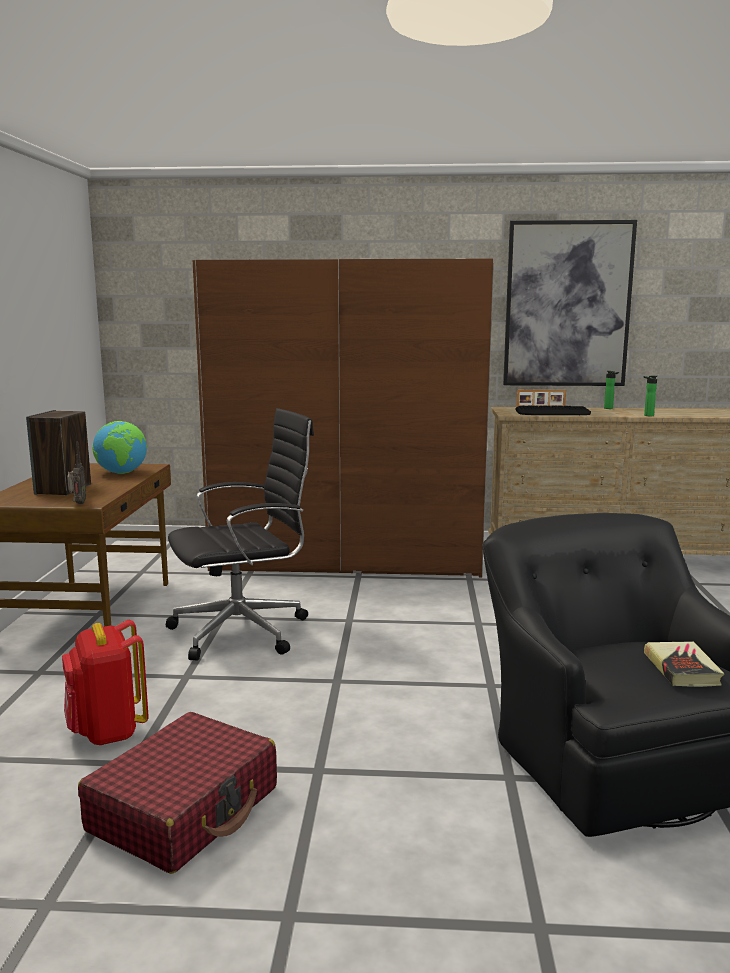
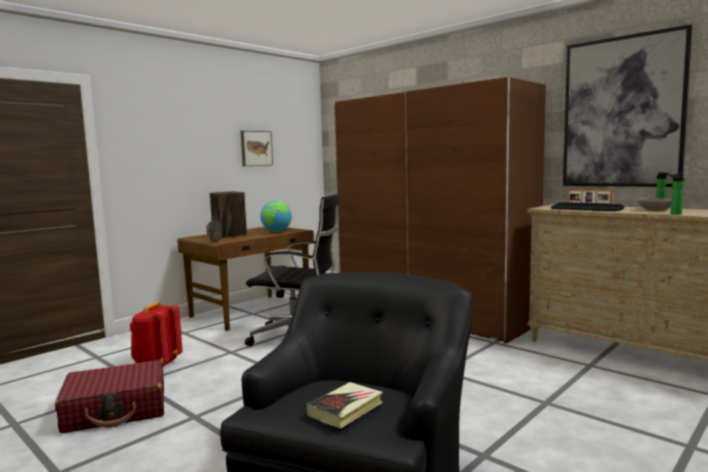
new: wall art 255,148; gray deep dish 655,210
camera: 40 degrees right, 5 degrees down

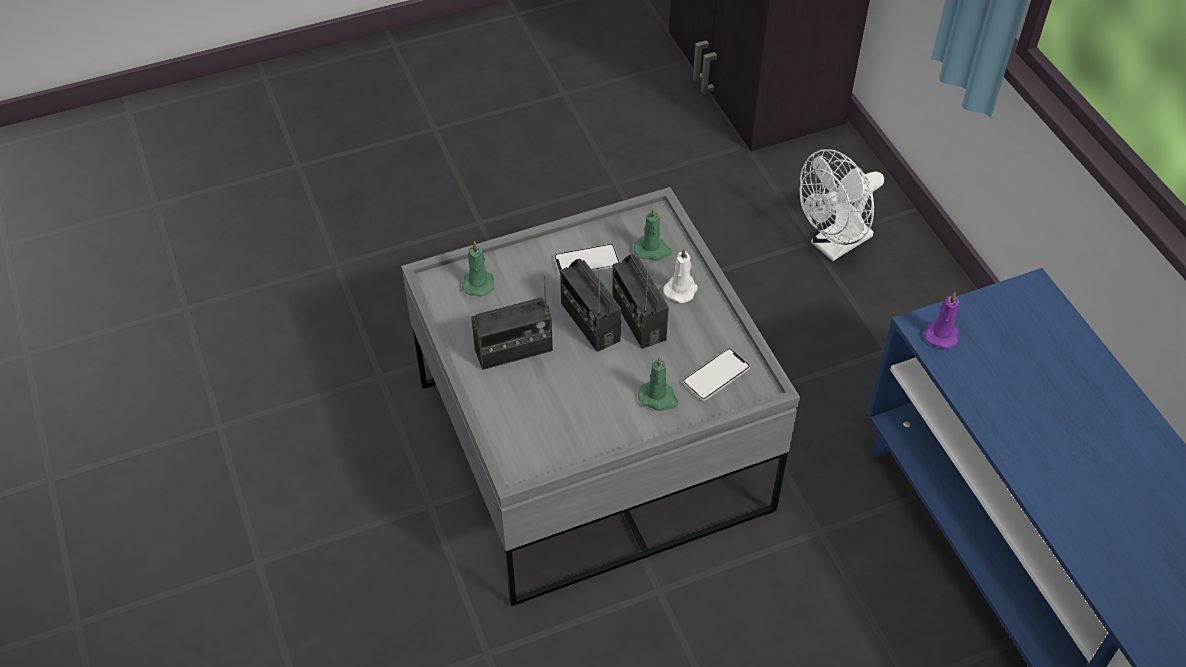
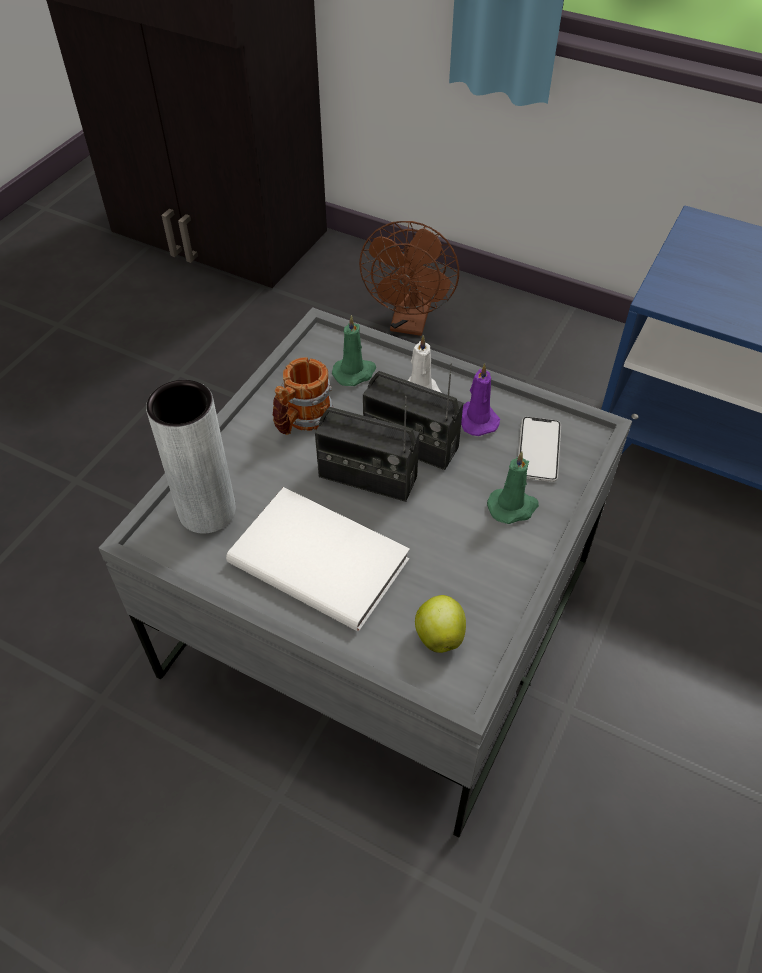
new: apple 439,635
shifted: purple-coloured wax light 941,333 to 476,419
swapped: green-coloured wax light 478,283 to gray vase 207,511; radio set 513,350 to white-coloured volume 319,557; handset 587,261 to tea mug 301,420
repainted: white-coloured fan 834,245 to brown fan 410,323
camera: 40 degrees left, 0 degrees up

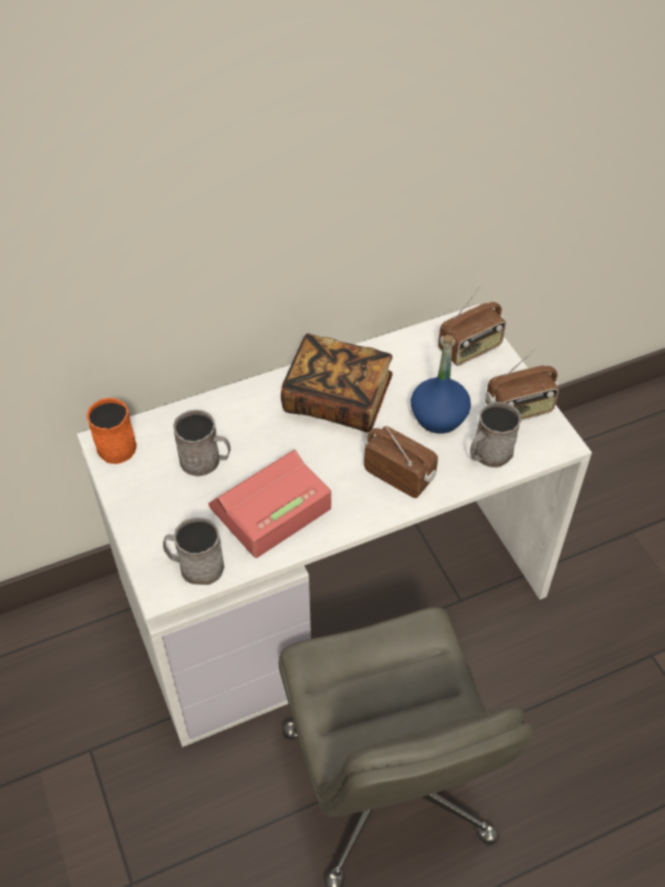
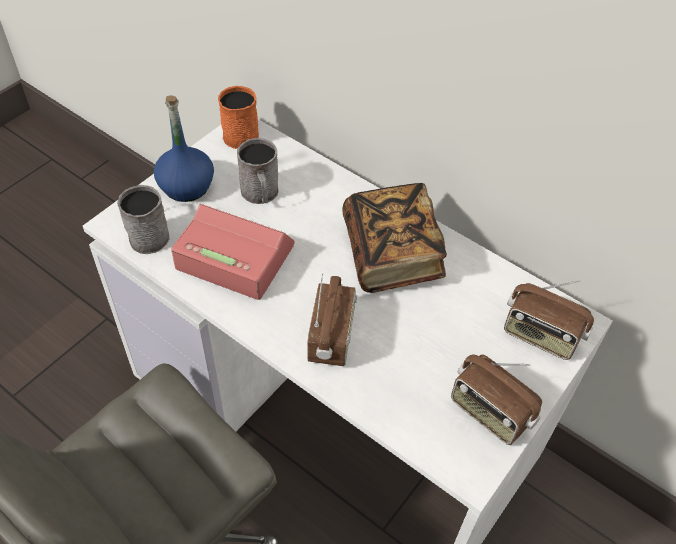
gone: gray tea mug 488,455
shifted: blue drink bottle 438,417 to 186,186
camera: 60 degrees right, 0 degrees up

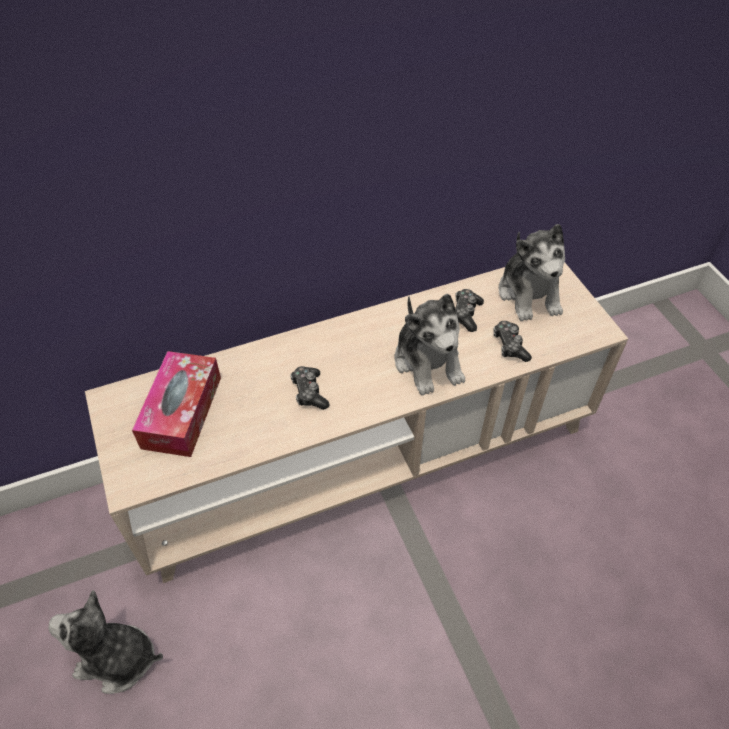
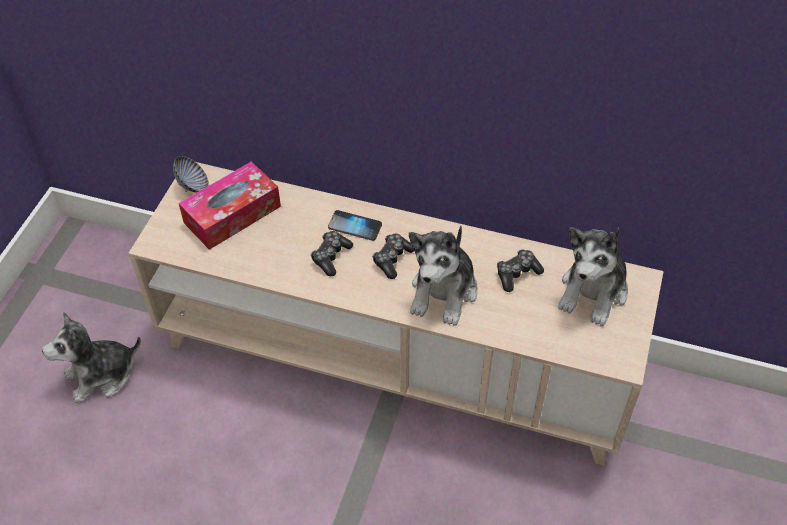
new: deep dish 193,185; handset 355,226
shifted: game controller 510,345 to 392,259
rotated: cuddly toy 117,659 = 101,375 75 degrees counterclockwise
camera: 40 degrees right, 0 degrees up

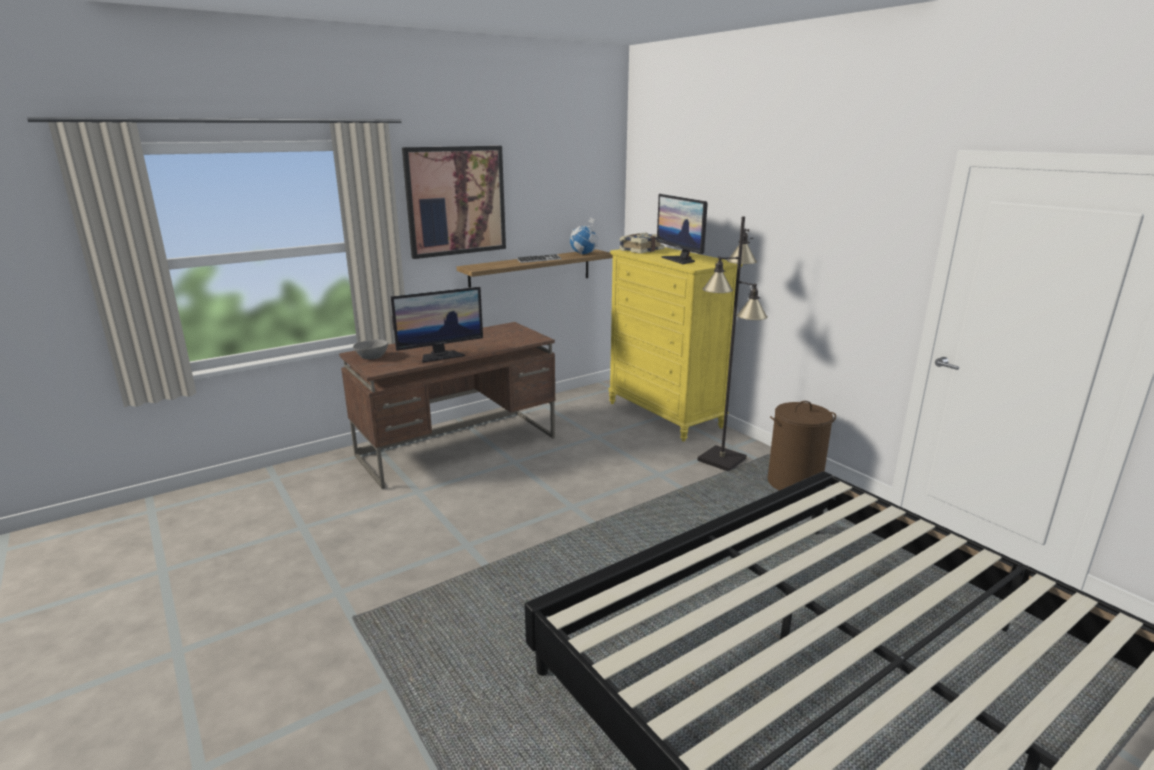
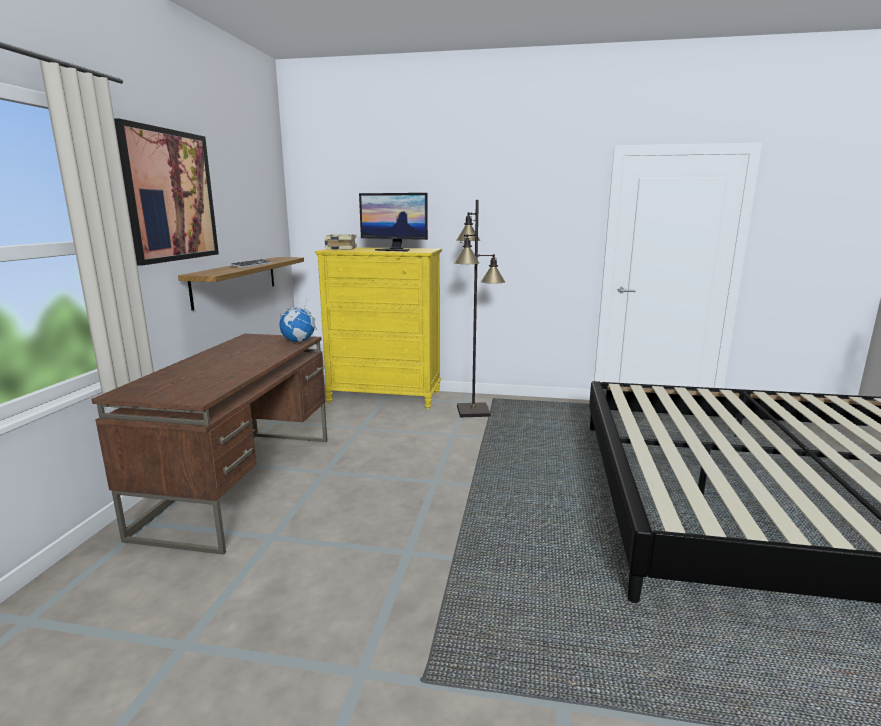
gone: gray deep dish 372,357; computer display 440,356; brown hamper 794,482
shifted: world globe 584,254 to 299,341
camera: 45 degrees left, 5 degrees down

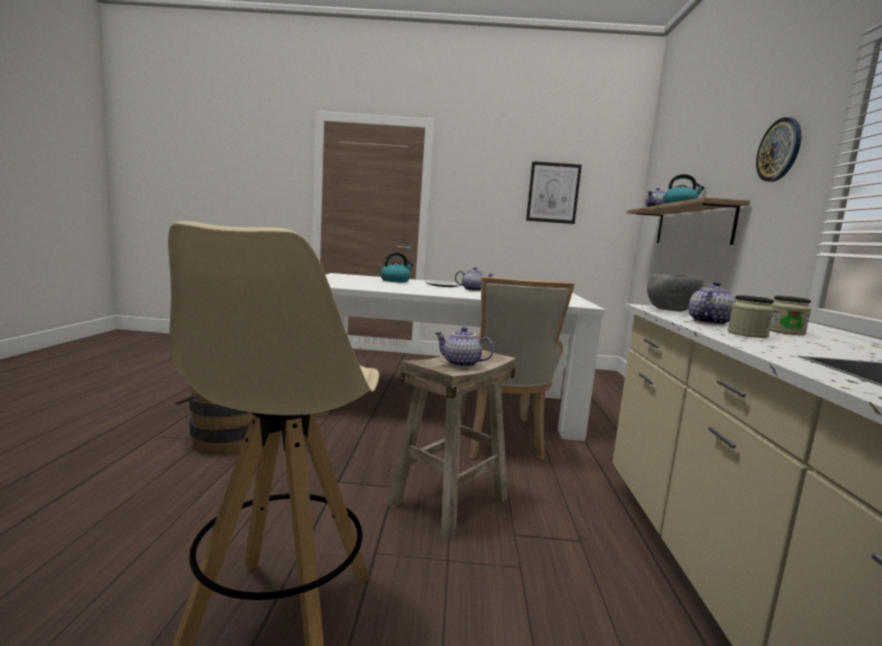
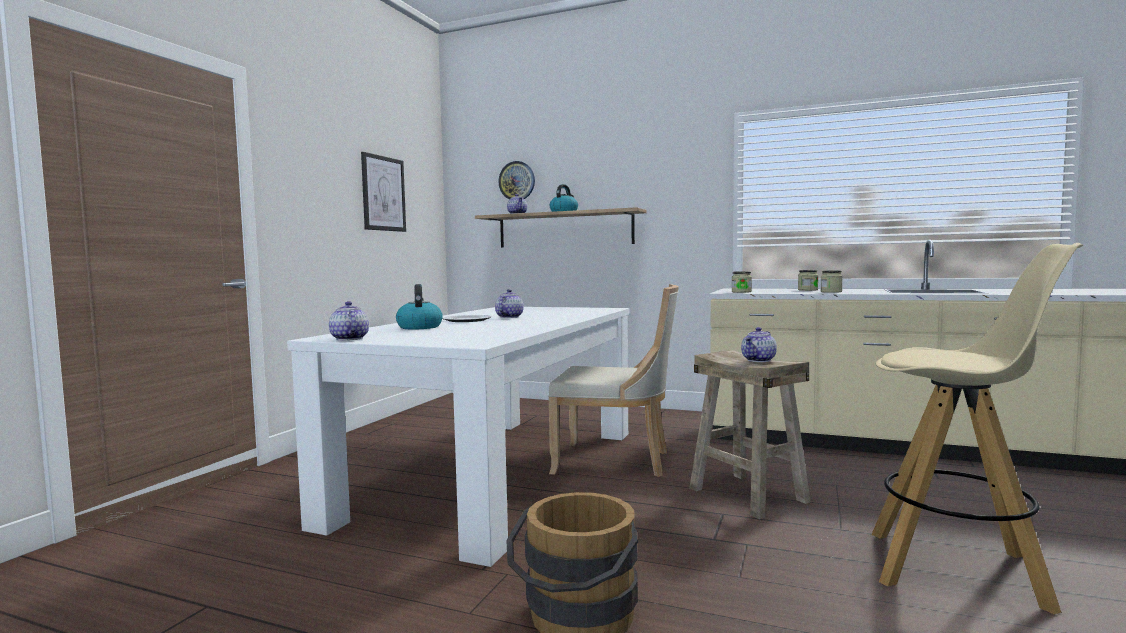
shifted: tea pot 708,322 to 348,339; clock on the wall 779,150 to 517,181
swapped: gray deep dish 671,311 to jar 741,292
camera: 70 degrees left, 5 degrees down

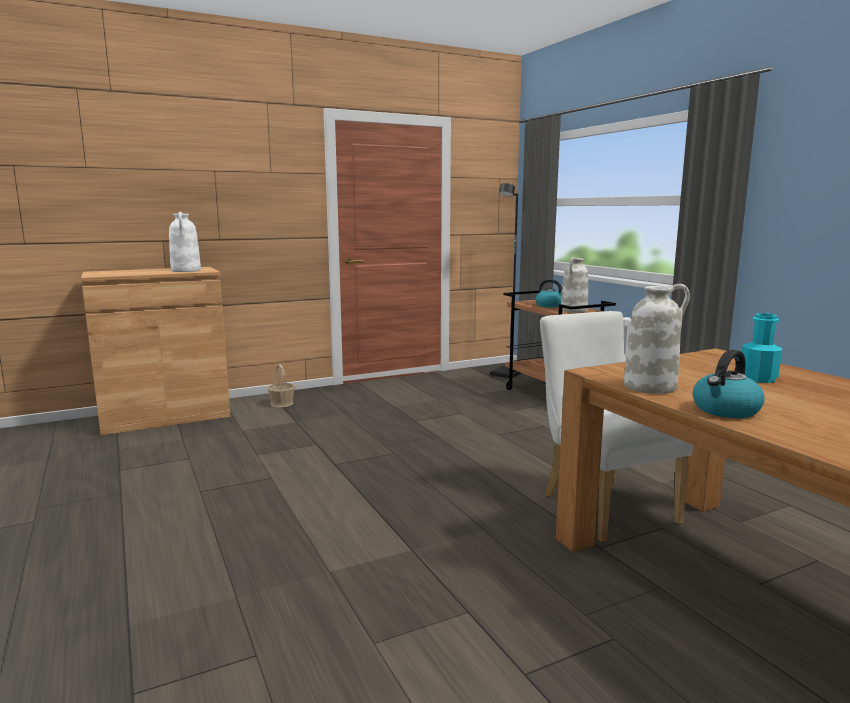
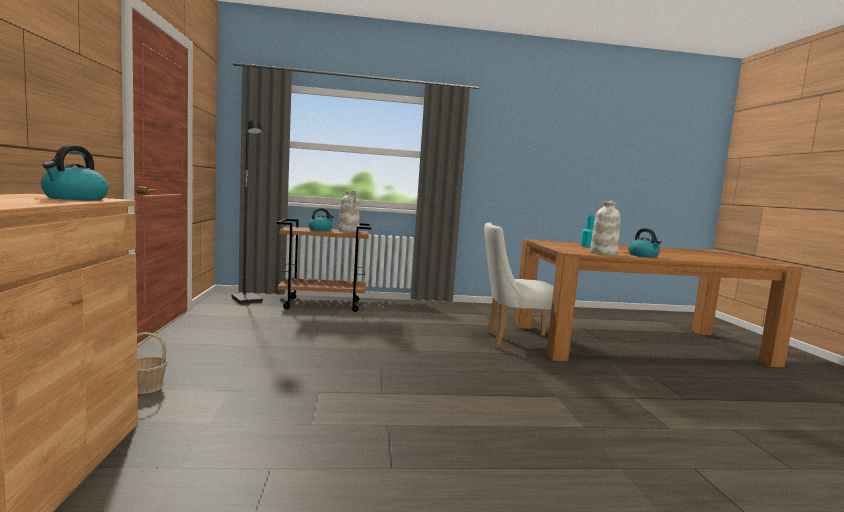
swapped: white-coloured vase 186,270 to tea kettle 75,198
camera: 70 degrees left, 5 degrees down

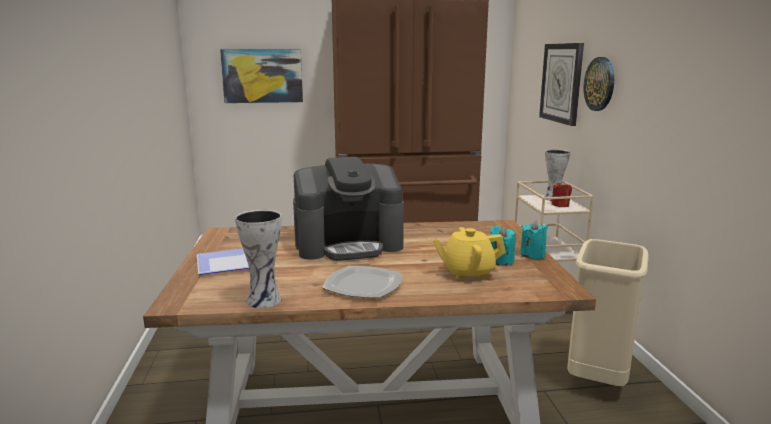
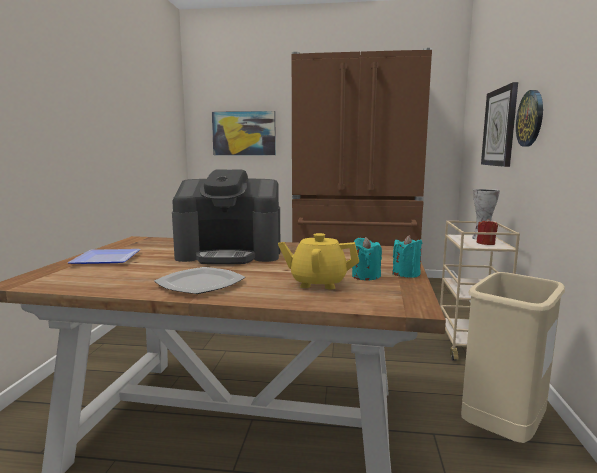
gone: vase 265,300
camera: 15 degrees right, 5 degrees down

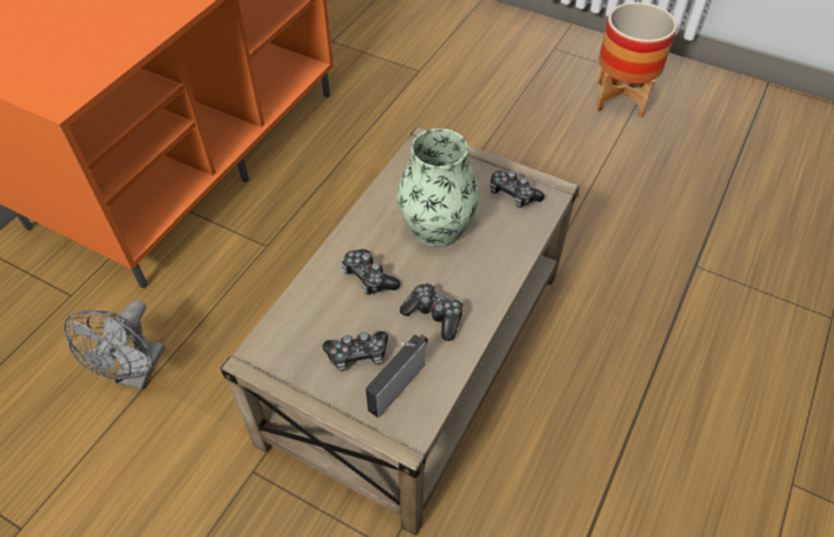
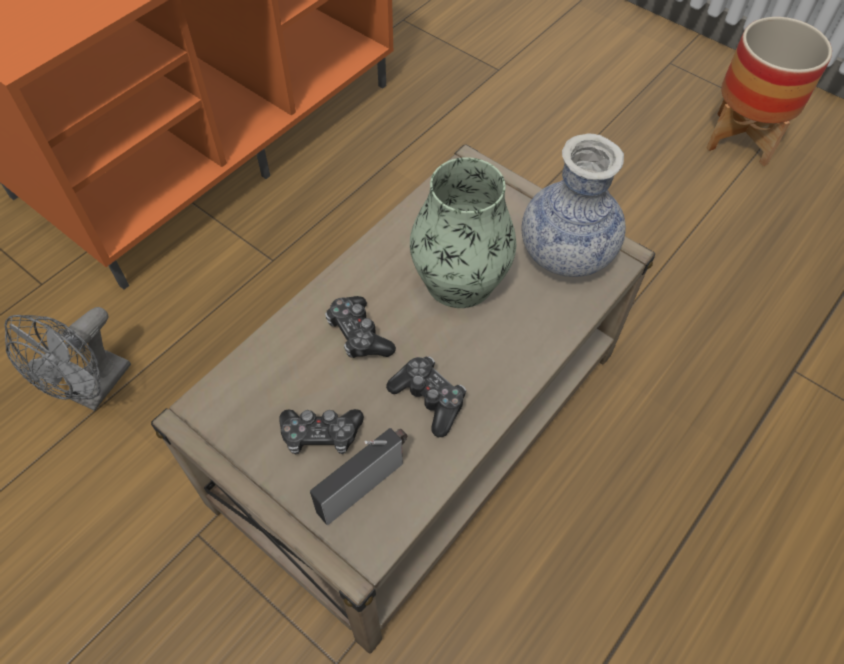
swapped: game controller 513,194 to vase 566,253
camera: 10 degrees right, 5 degrees up

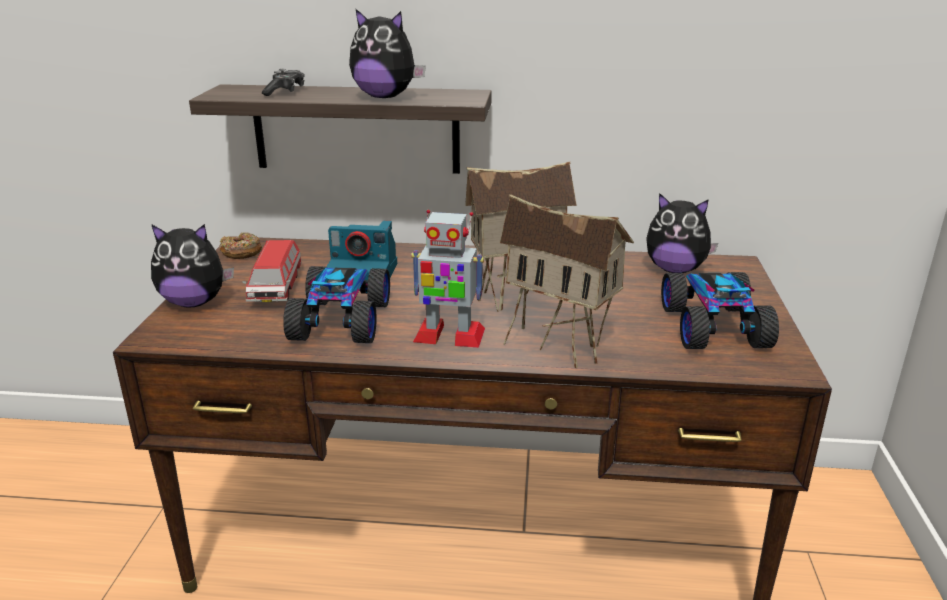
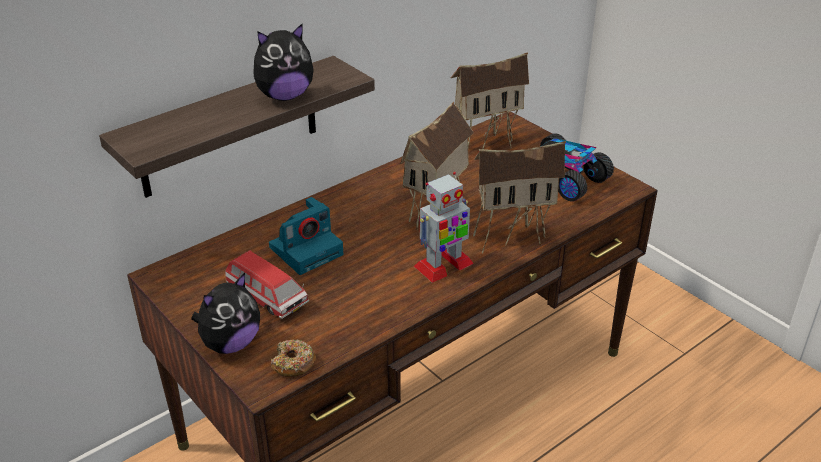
gone: game controller 285,91; model car 343,320
shifted: doughnut 241,252 to 293,364
swapped: cuddly toy 675,269 to miniature house 484,144
camera: 45 degrees left, 10 degrees up

